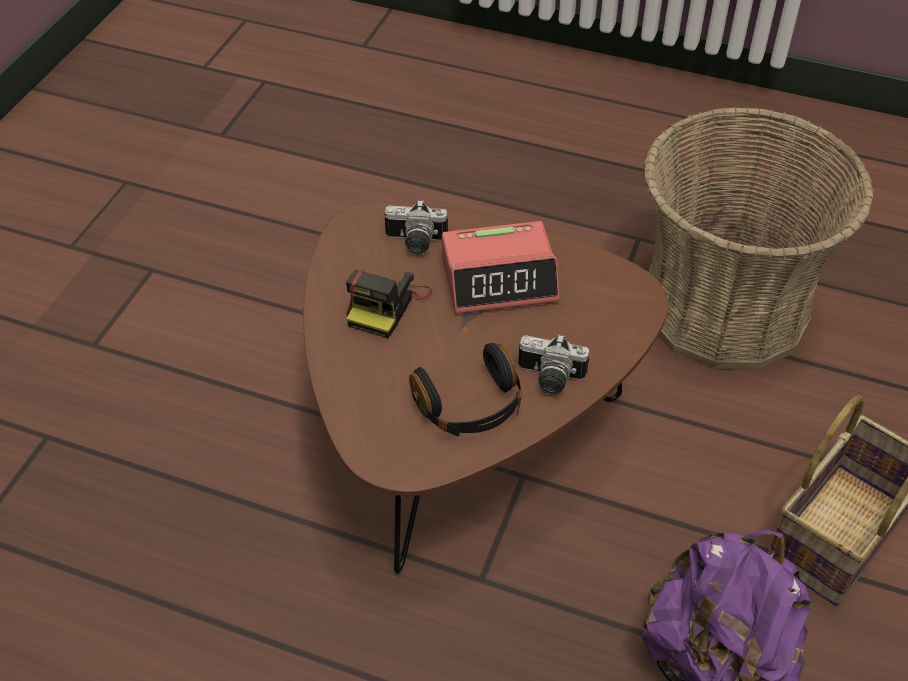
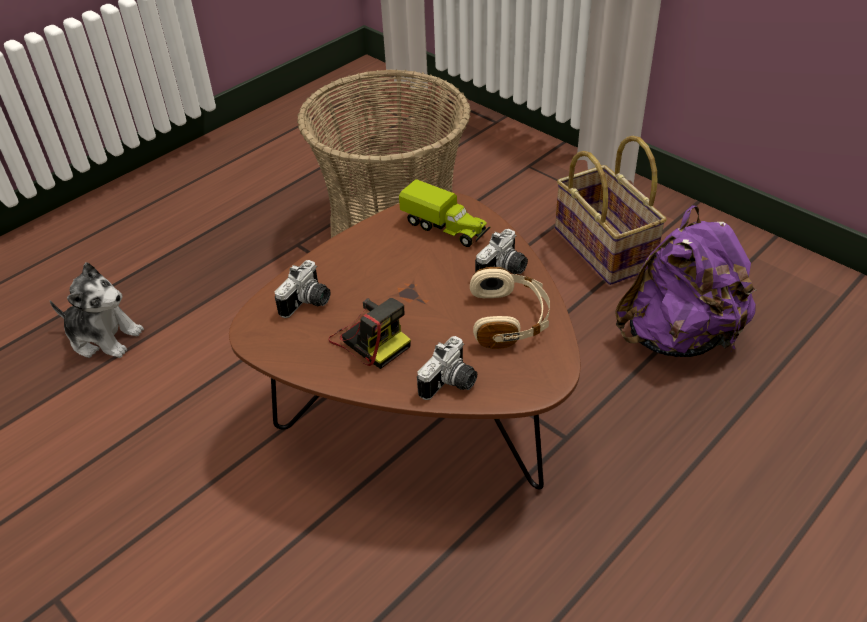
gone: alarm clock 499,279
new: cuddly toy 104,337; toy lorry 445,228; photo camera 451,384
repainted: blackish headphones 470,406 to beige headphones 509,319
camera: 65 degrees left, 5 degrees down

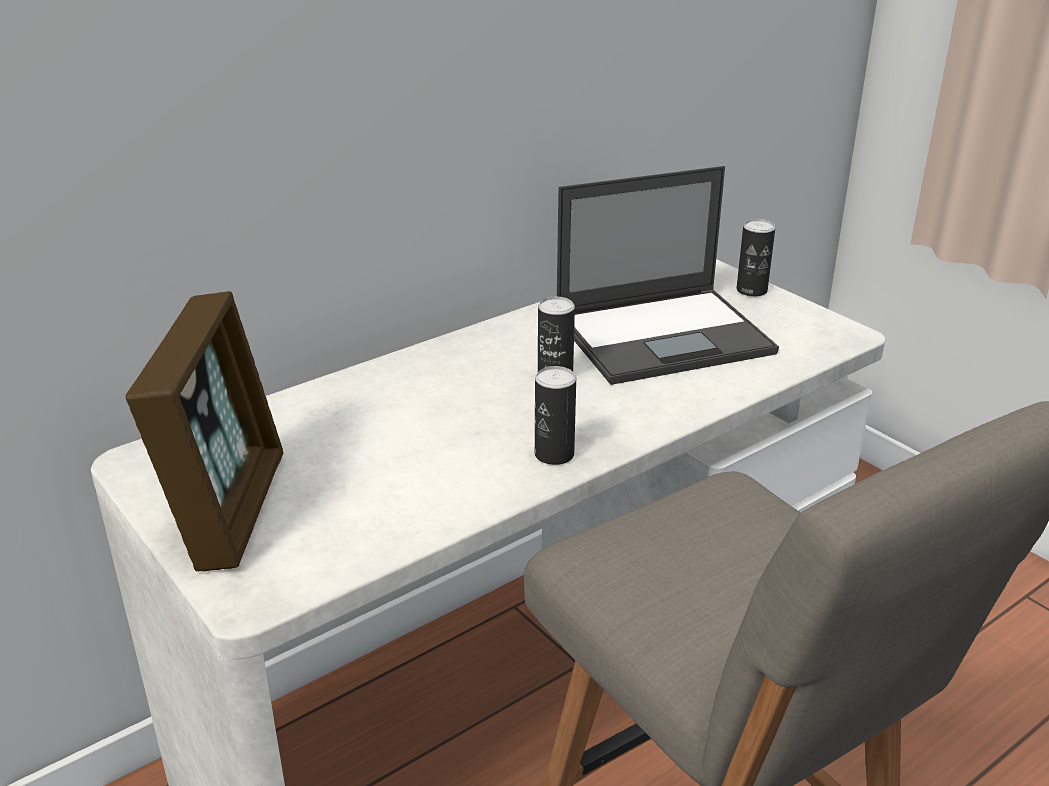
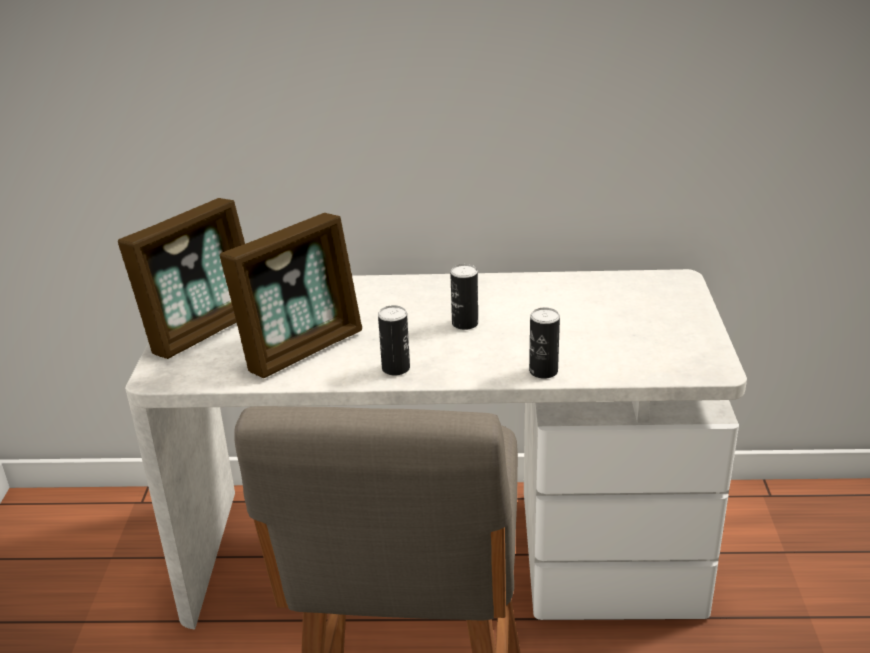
gone: notebook computer 665,335
new: picture frame 301,348
shifted: can 751,290 to 543,371
camera: 40 degrees right, 0 degrees up

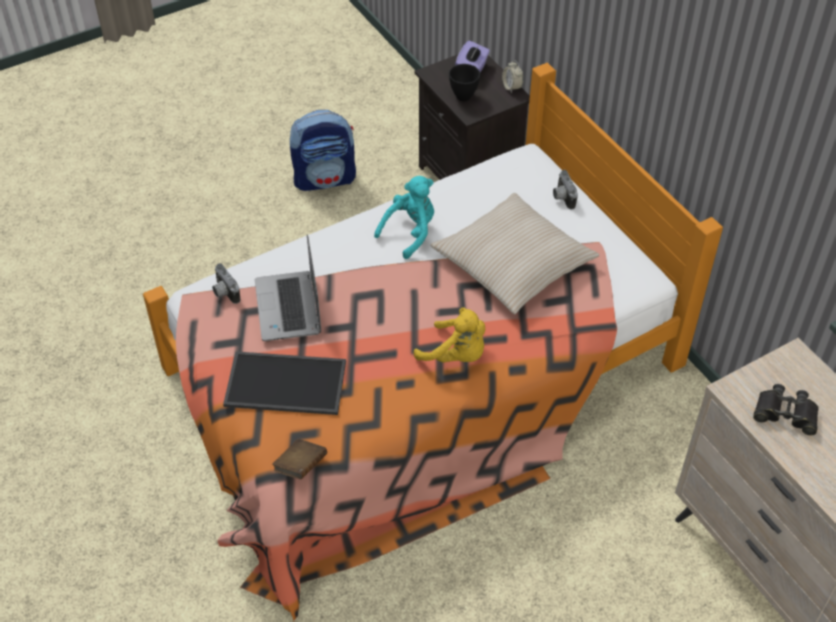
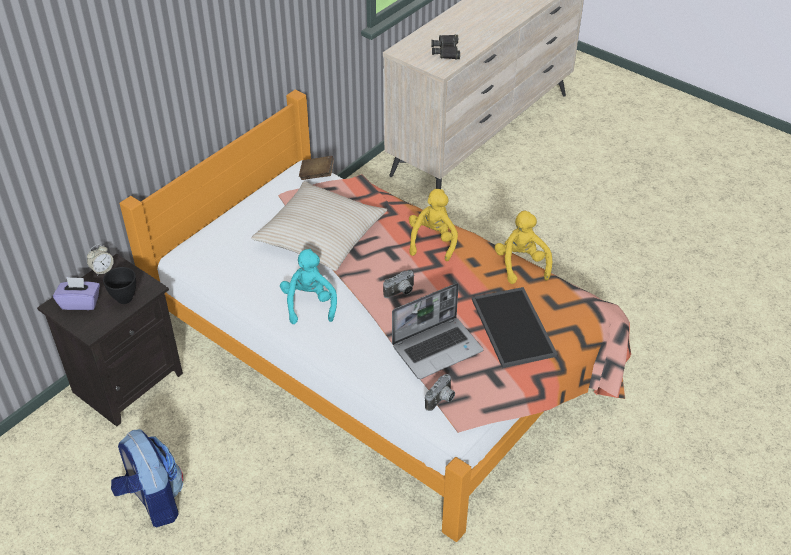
new: yellow-coloured cuddly toy 521,264
shifted: brown volume 300,466 to 317,175; photo camera 562,197 to 401,293
rotated: turquoise-coloured cuddly toy 410,232 = 309,303 60 degrees clockwise
camera: 110 degrees left, 5 degrees down

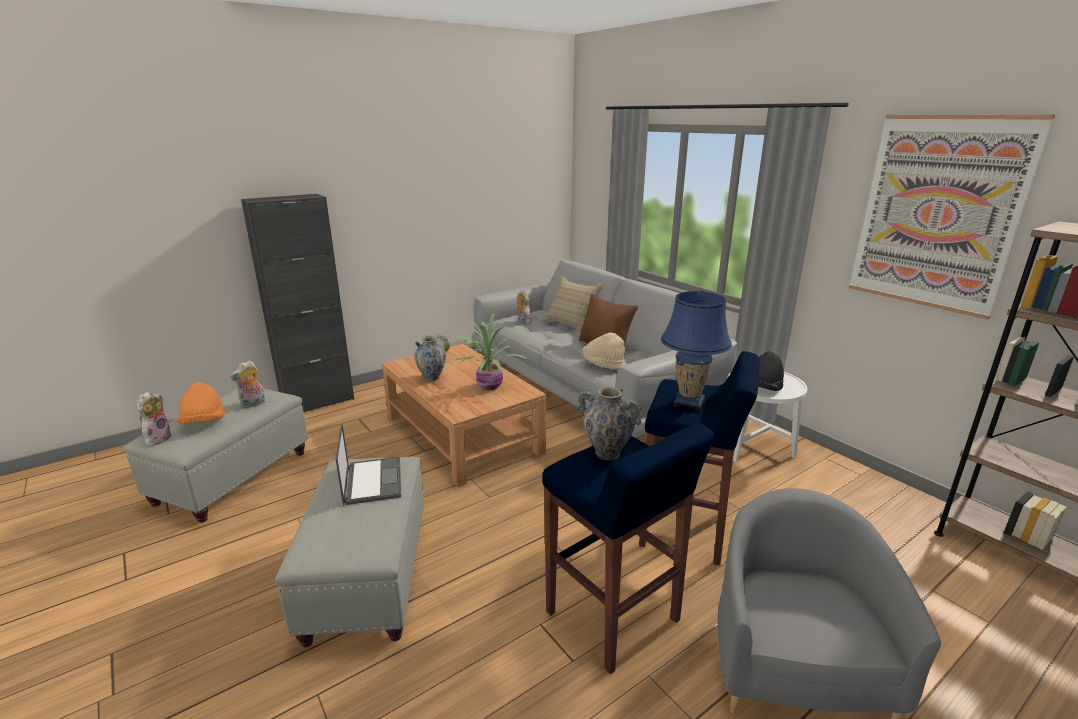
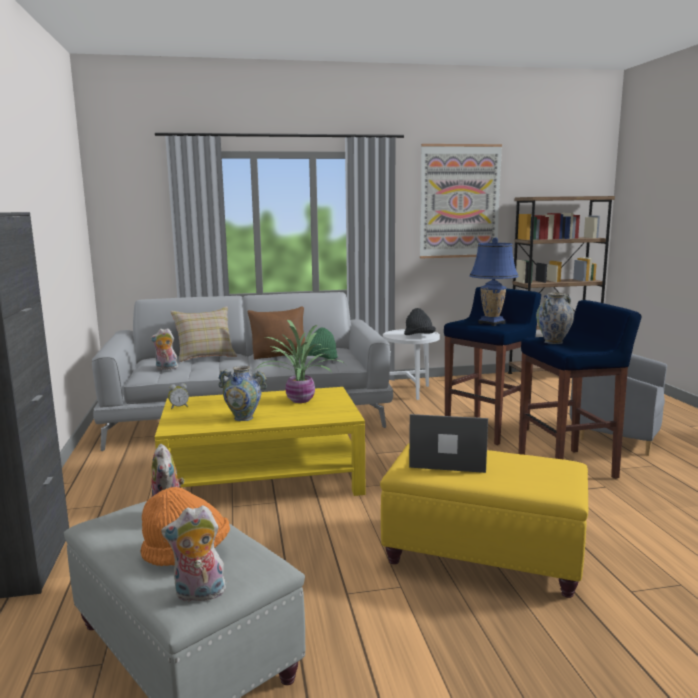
repainted: gray ottoman 368,575 to yellow-coloured ottoman 481,554; brown low table 463,434 to yellow-coloured low table 264,478; beige clothing hat 603,364 to green-coloured clothing hat 319,360
rotated: cuddly toy 157,438 = 199,595 45 degrees counterclockwise
camera: 65 degrees left, 10 degrees down

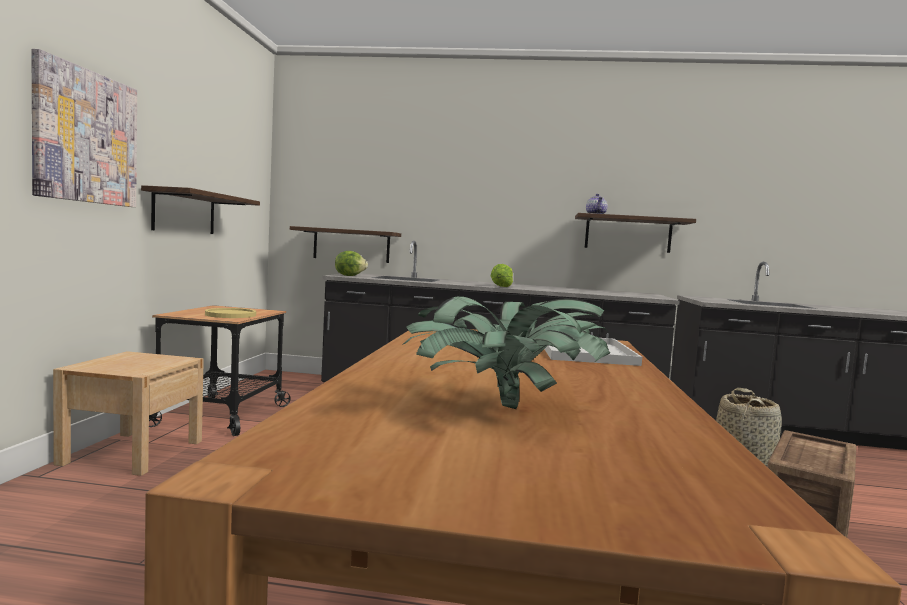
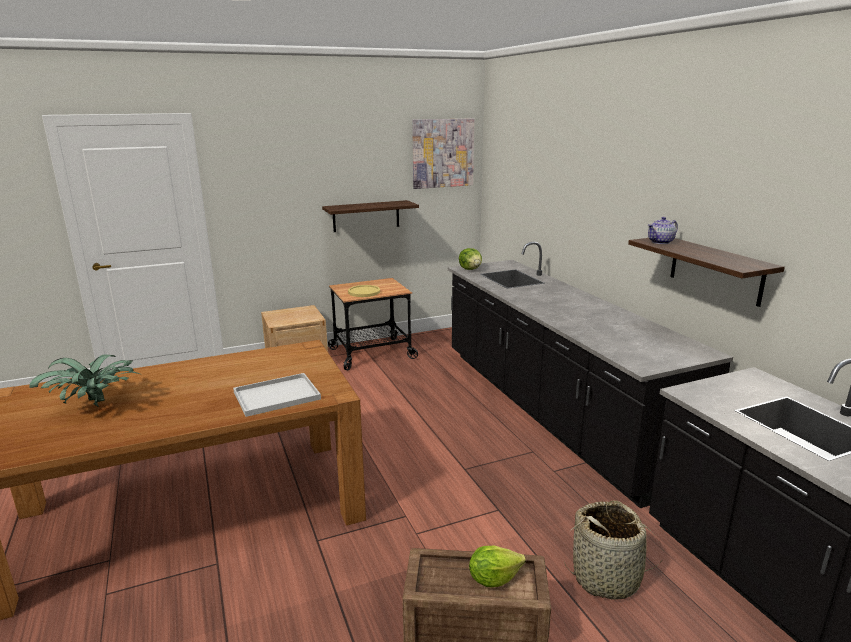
gone: shelf 351,245
shifted: wall art 86,137 to 442,153; head of lettuce 501,286 to 493,578
camera: 60 degrees right, 15 degrees up

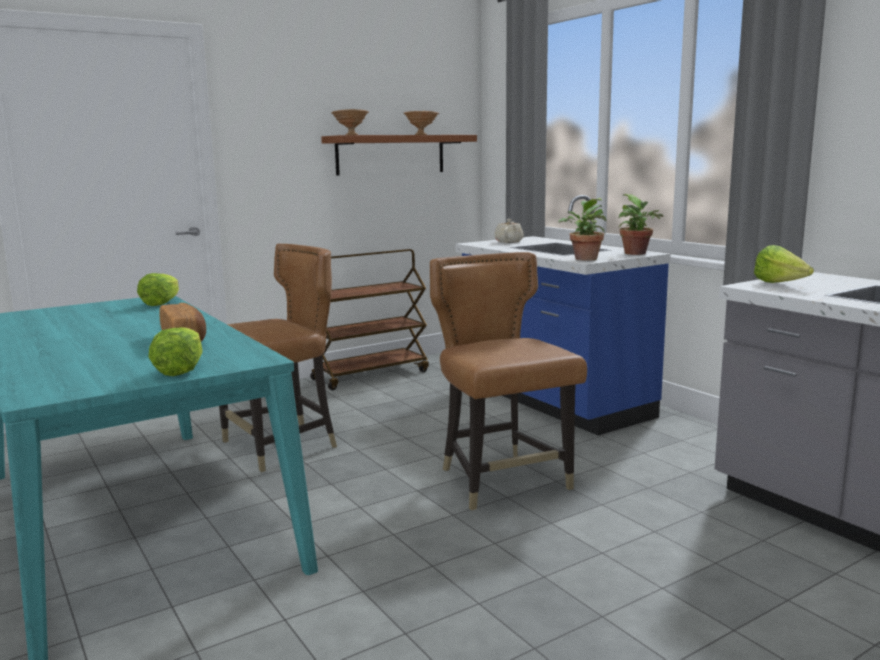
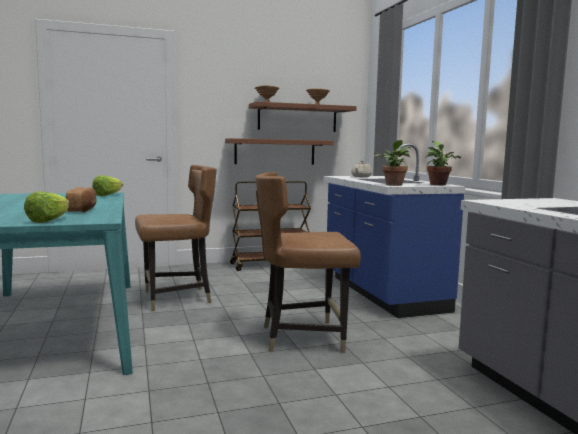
gone: head of lettuce 780,284
new: brown shelf 275,152
rotated: brown chair 502,481 = 302,337 90 degrees counterclockwise
camera: 15 degrees right, 5 degrees down

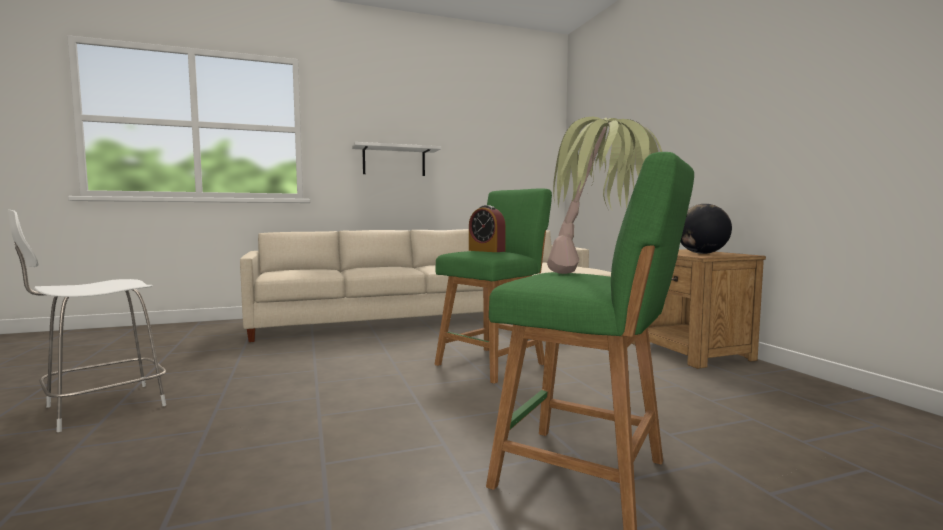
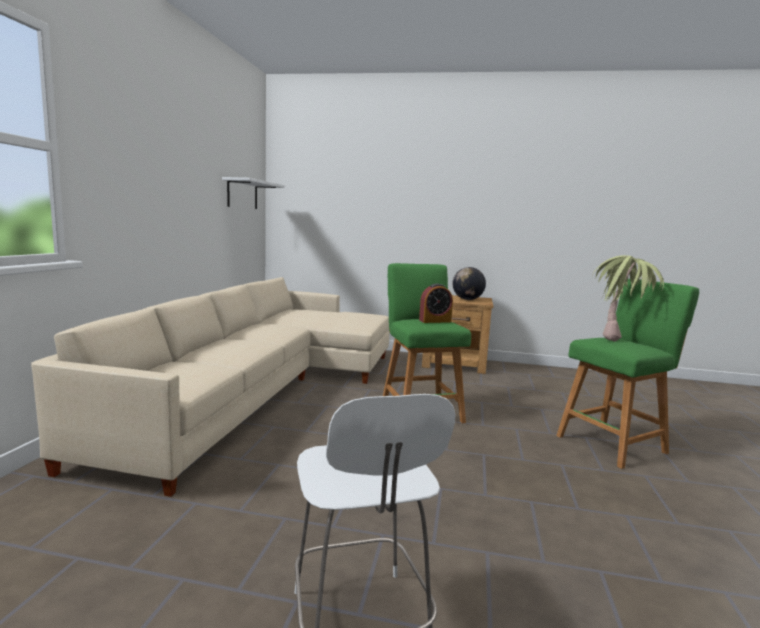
shifted: white-coloured shelf 394,161 to 242,194
camera: 60 degrees left, 5 degrees up

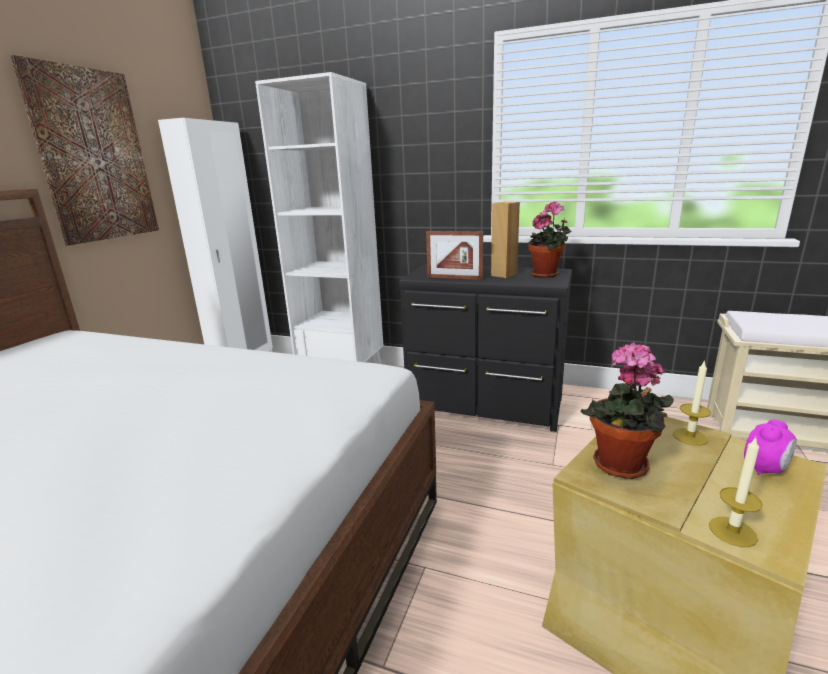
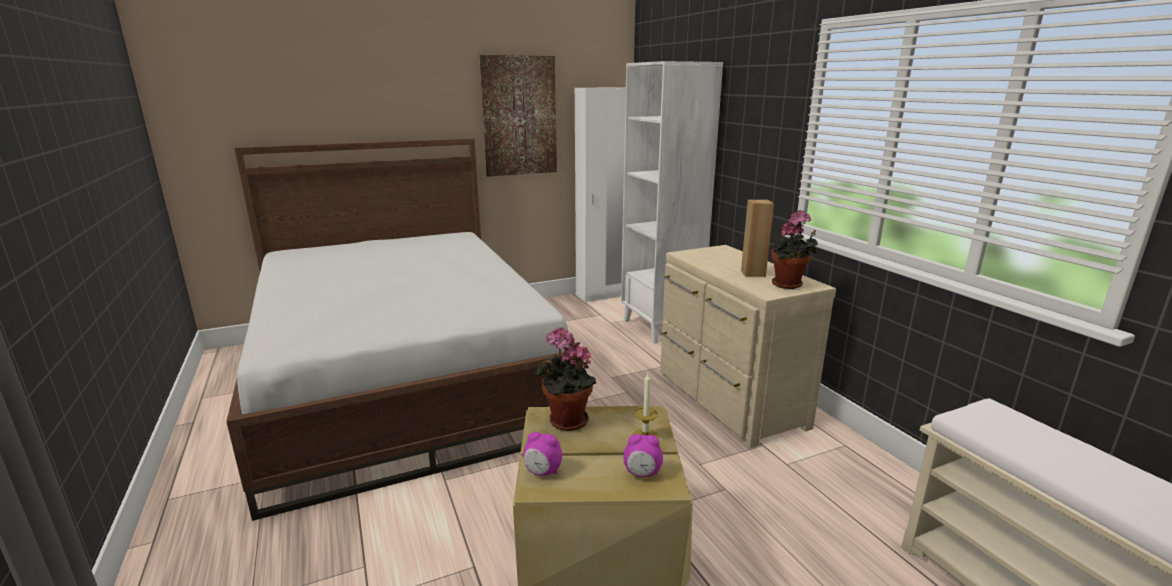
gone: picture frame 454,278
swapped: wax light 732,531 to alarm clock 542,472
repainted: blackish dresser 485,405 to beige dresser 727,400
camera: 45 degrees right, 0 degrees up

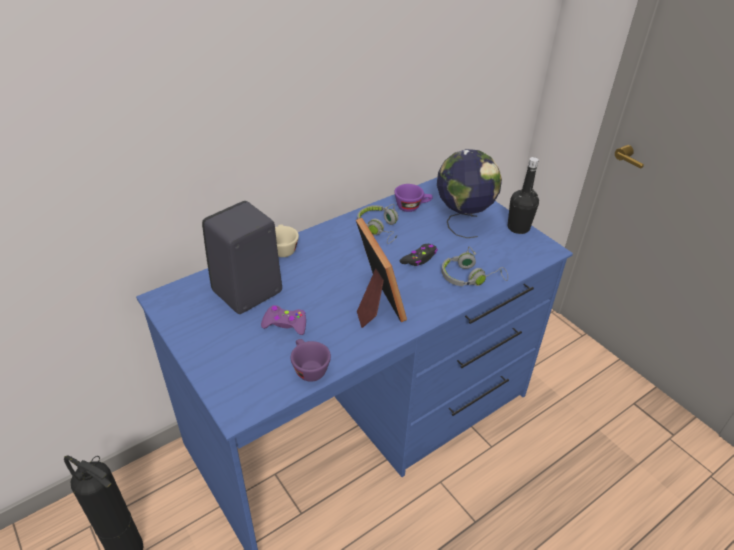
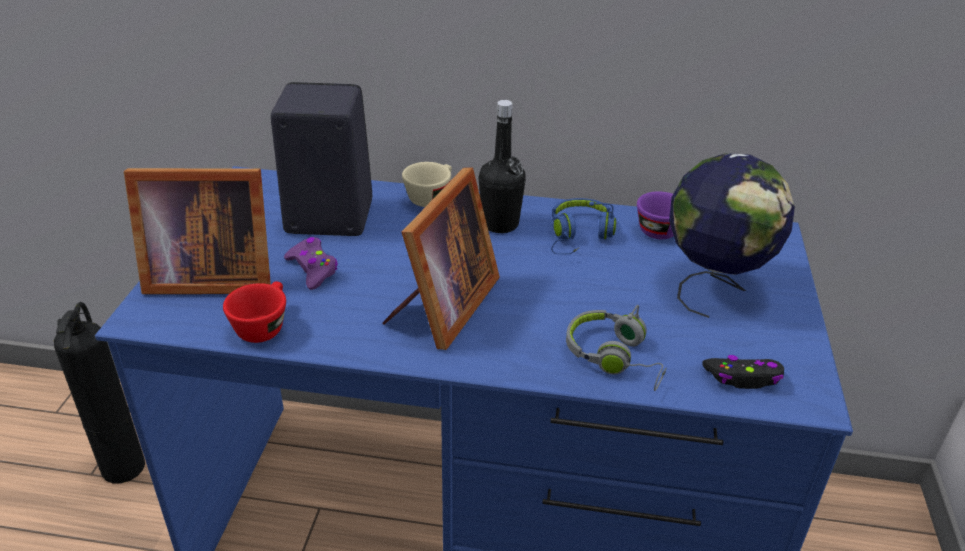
new: picture frame 207,277
shifted: blackish game controller 419,258 to 743,378; blackish drink bottle 518,228 to 500,224
repainted: purple-coloured drinking cup 308,368 to red drinking cup 263,325; gray headphones 380,228 to blue headphones 579,236
camera: 45 degrees right, 5 degrees down

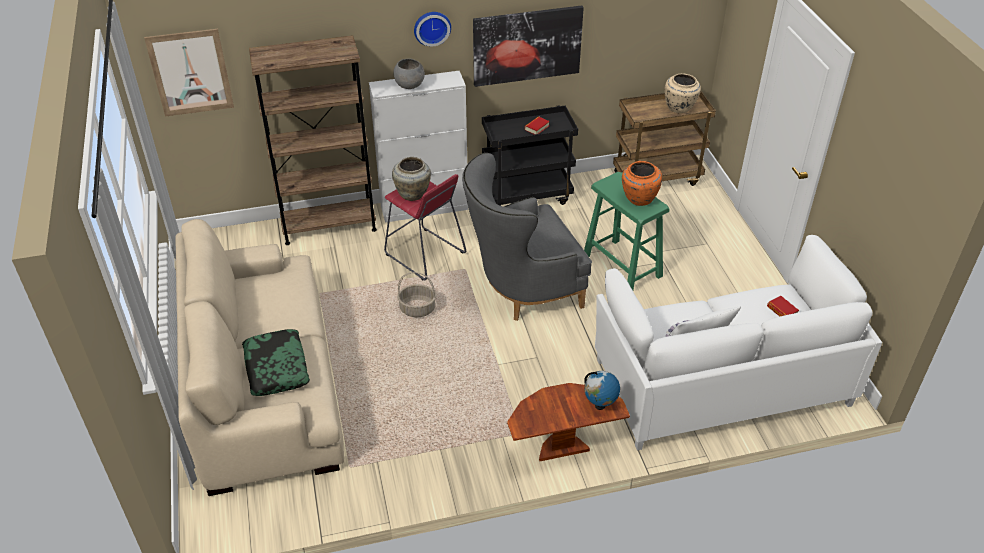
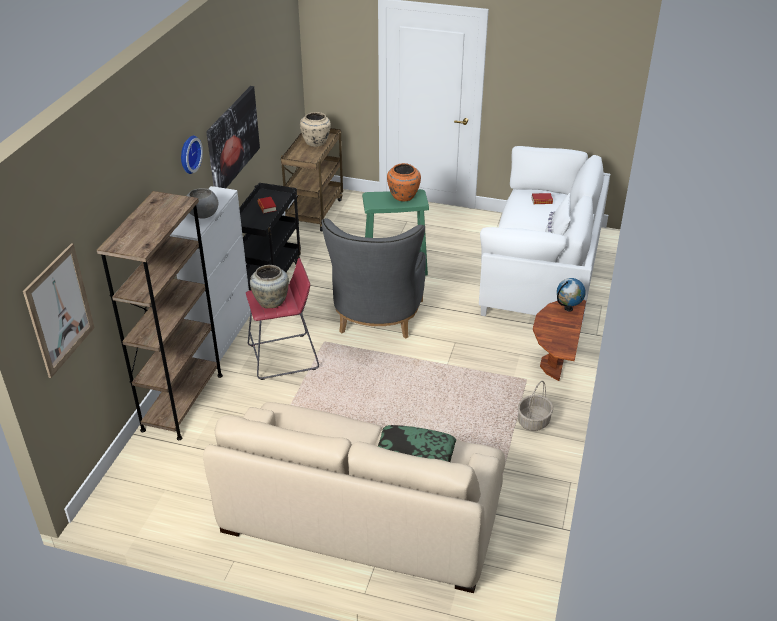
shifted: basket 417,309 to 533,421
camera: 60 degrees left, 5 degrees down

